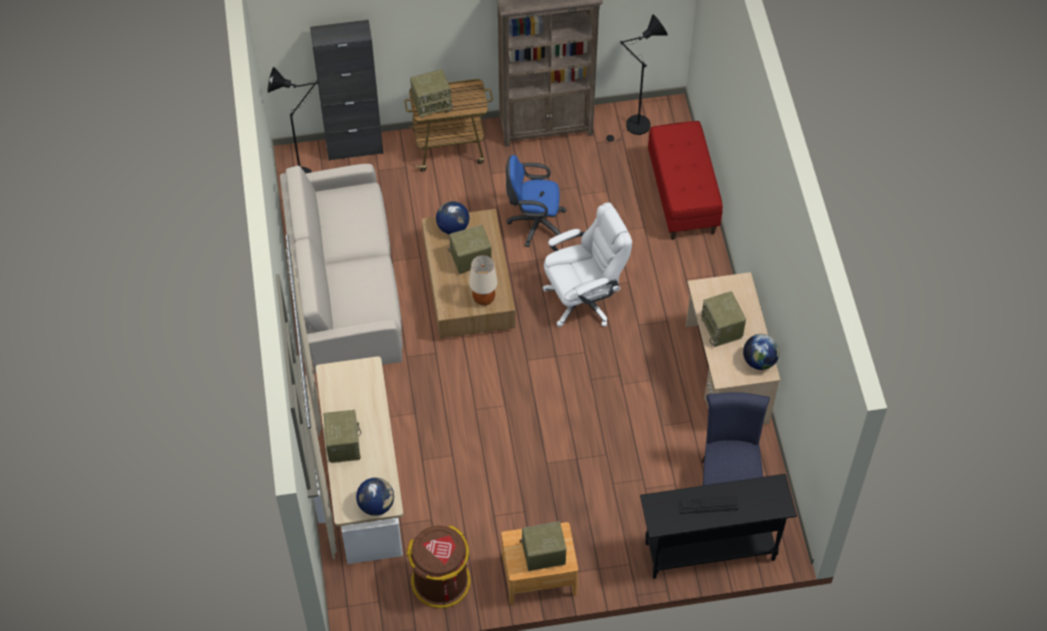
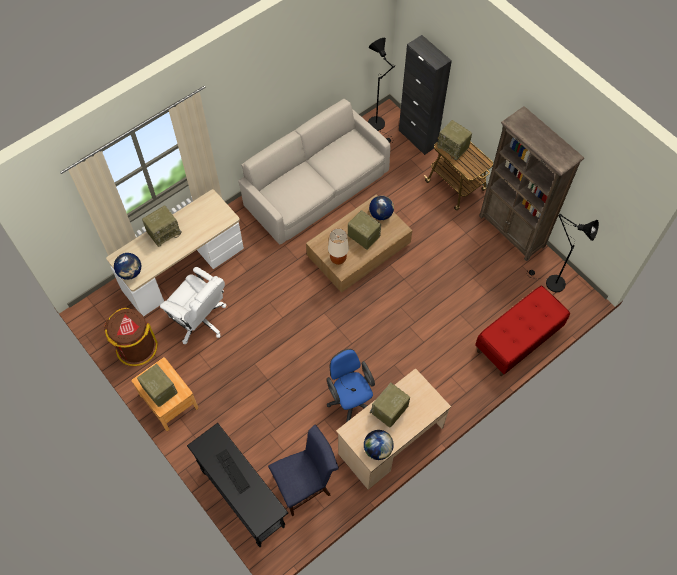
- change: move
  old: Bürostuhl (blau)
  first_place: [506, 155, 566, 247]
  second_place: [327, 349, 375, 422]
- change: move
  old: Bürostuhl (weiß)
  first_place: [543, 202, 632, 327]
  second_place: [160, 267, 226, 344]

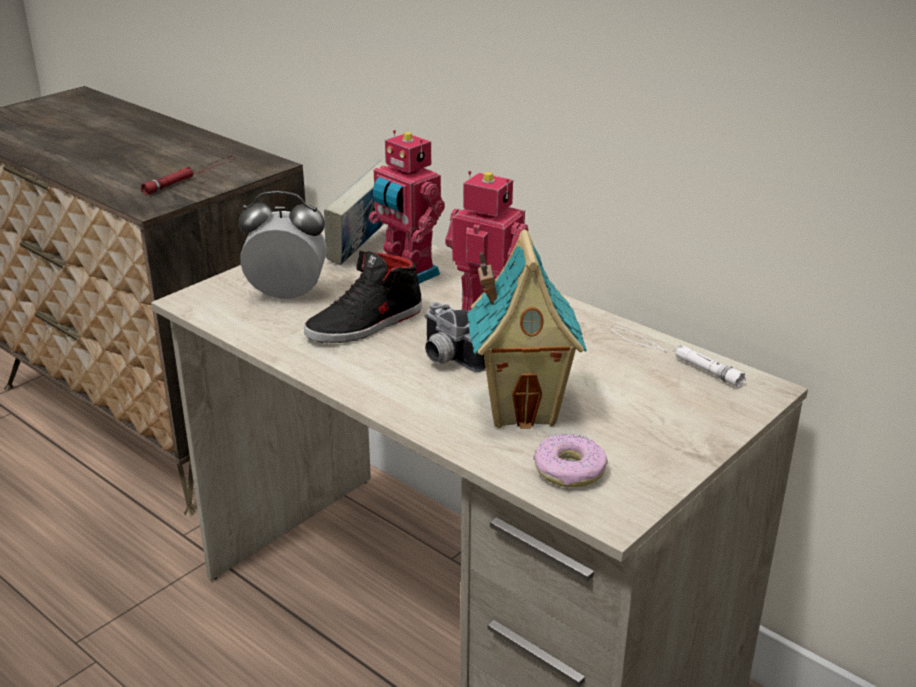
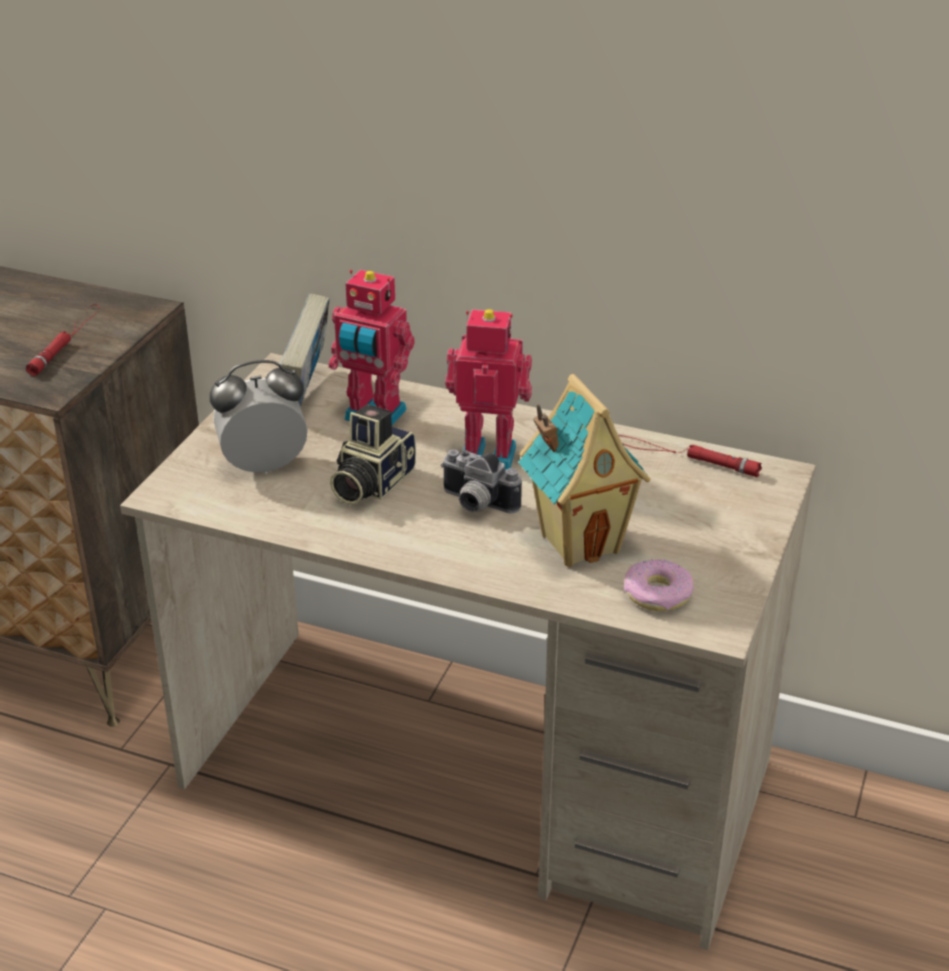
- change: replace
  old: Schuh (schwarz)
  new: Kamera
  first_place: [304, 251, 422, 343]
  second_place: [330, 404, 416, 505]
- change: recolor
  old: Taschenlampe (weiß)
  new: Taschenlampe (rot)
  first_place: [612, 326, 746, 388]
  second_place: [619, 435, 762, 477]

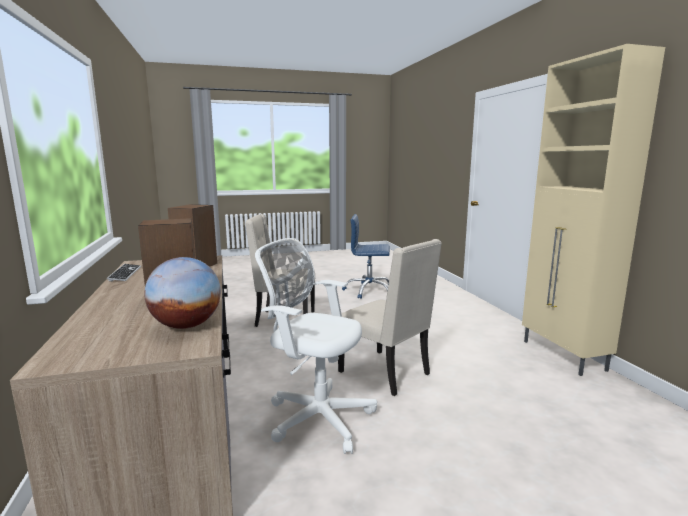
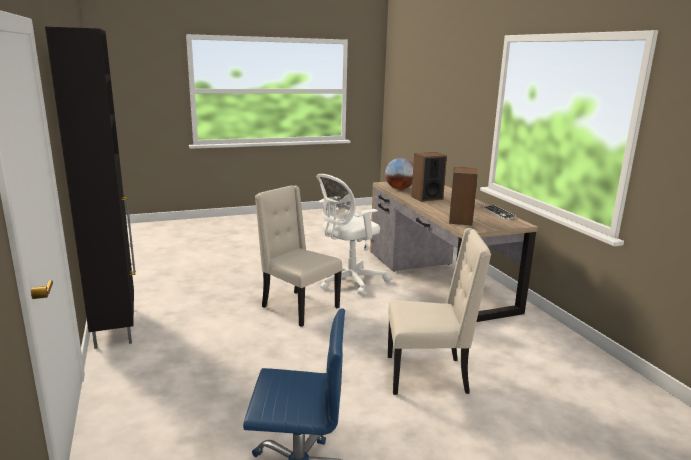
- change: recolor
  old: Schrank (beige)
  new: Schrank (schwarz)
  first_place: [522, 44, 665, 376]
  second_place: [45, 27, 136, 349]
- change: rotate
  old: Bürostuhl (weiß)
  first_place: [255, 238, 377, 454]
  second_place: [316, 174, 391, 295]
  degrees: 120

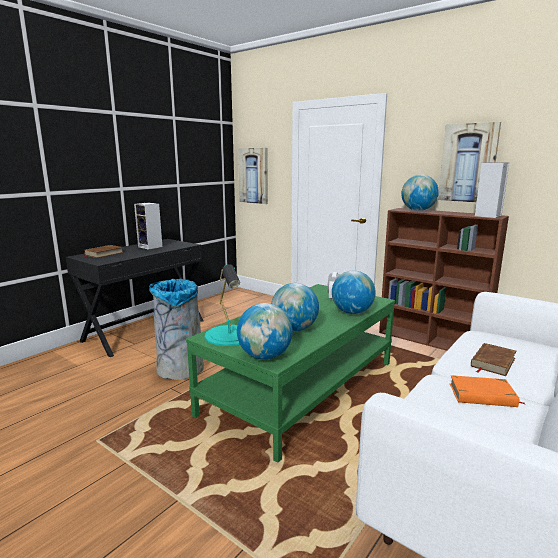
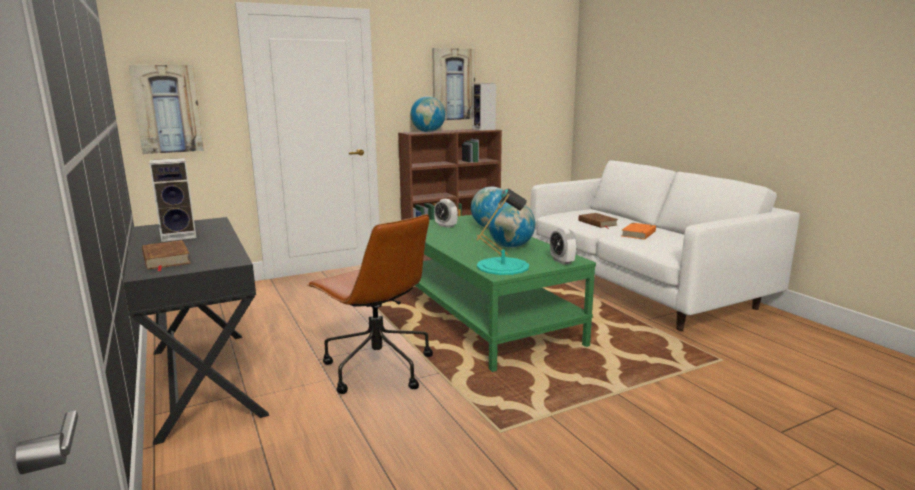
- change: replace
  old: Mülleimer (grau)
  new: Bürostuhl (braun)
  first_place: [149, 279, 204, 380]
  second_place: [307, 214, 433, 394]
- change: replace
  old: Globus
  new: Wecker
  first_place: [237, 303, 293, 360]
  second_place: [550, 227, 577, 265]

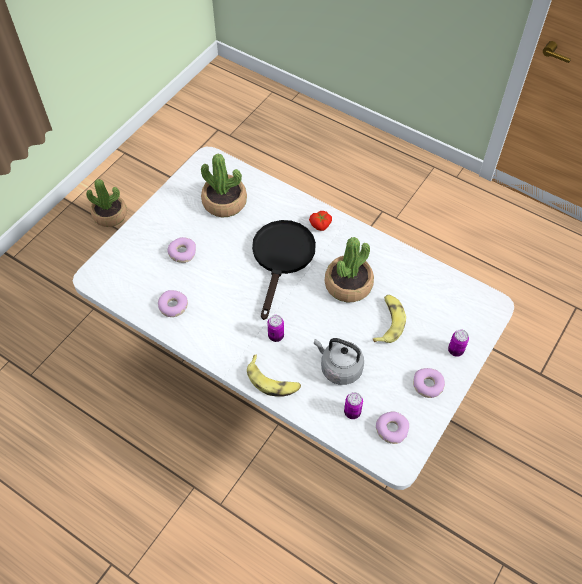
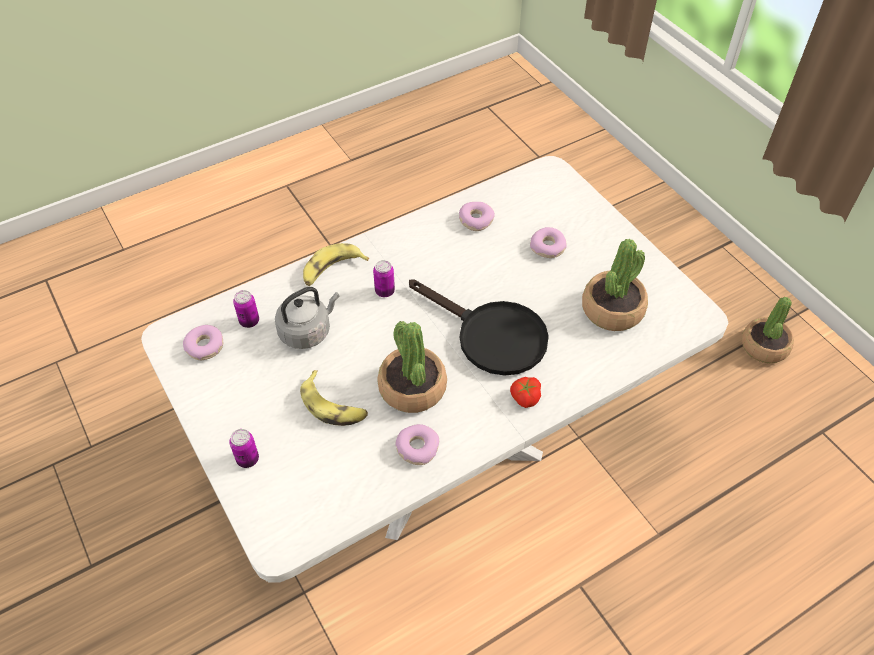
- change: move
  old: Donut
  first_place: [413, 368, 445, 398]
  second_place: [395, 424, 439, 465]

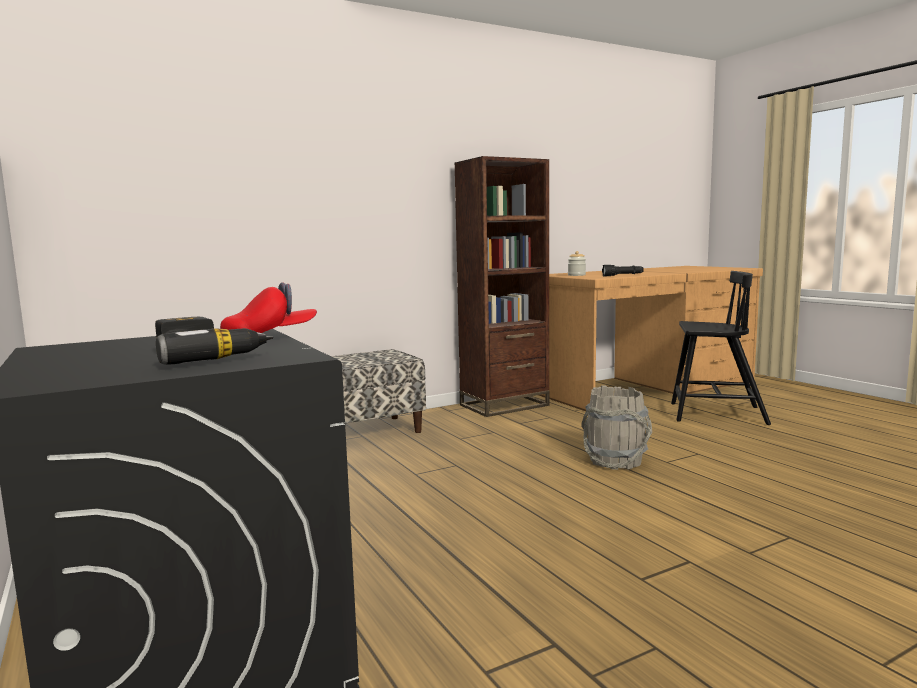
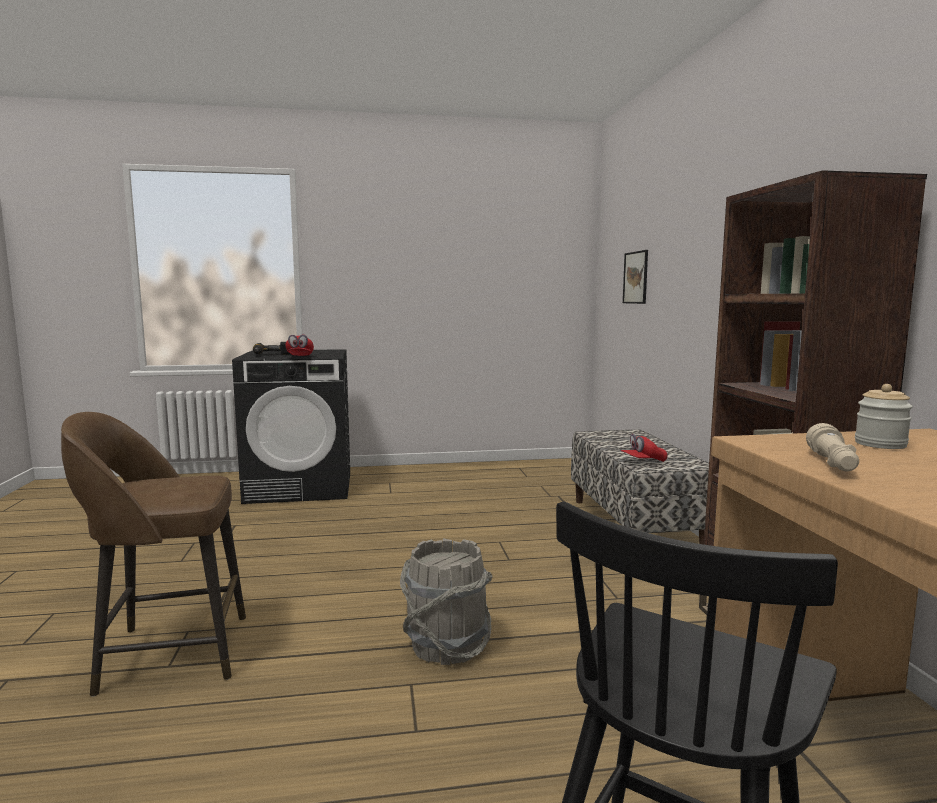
- change: recolor
  old: Taschenlampe (schwarz)
  new: Taschenlampe (beige)
  first_place: [602, 265, 644, 276]
  second_place: [806, 423, 859, 472]
- change: insert
  new: Bild
  second_place: [623, 250, 648, 304]
- change: insert
  new: Hocker (braun)
  second_place: [61, 412, 246, 697]
- change: insert
  new: Kappe (rot)
  second_place: [620, 434, 667, 462]

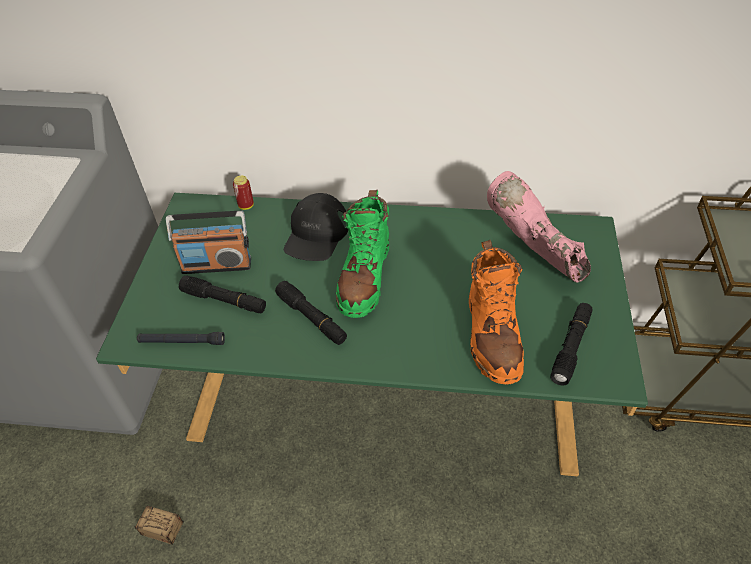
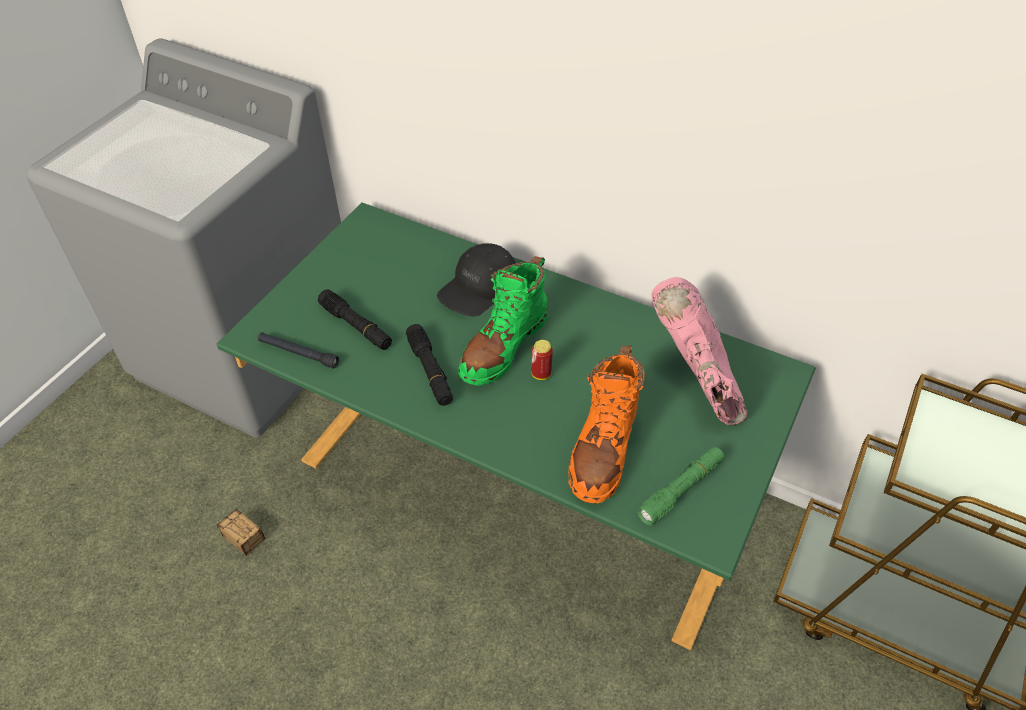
- change: move
  old: Dose
  first_place: [233, 176, 254, 210]
  second_place: [531, 340, 553, 380]
- change: delete
  old: Radio
  first_place: [166, 211, 251, 274]
- change: recolor
  old: Taschenlampe (schwarz)
  new: Taschenlampe (grün)
  first_place: [550, 303, 592, 386]
  second_place: [637, 447, 725, 525]

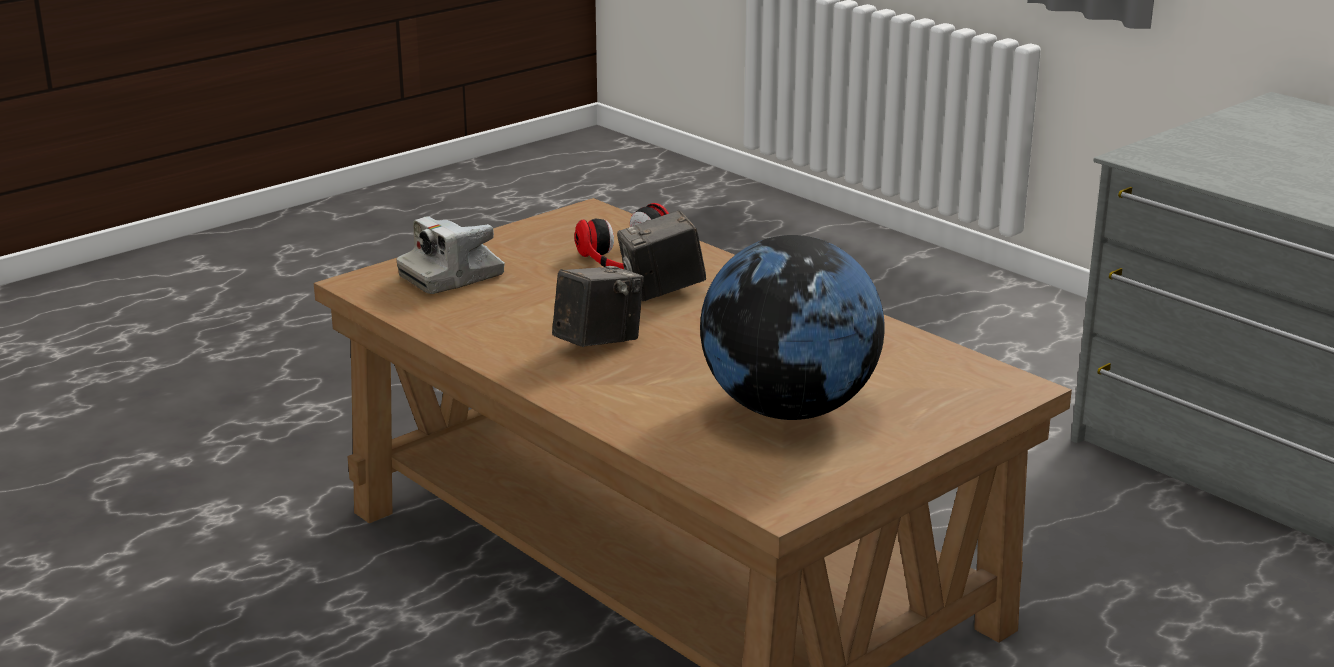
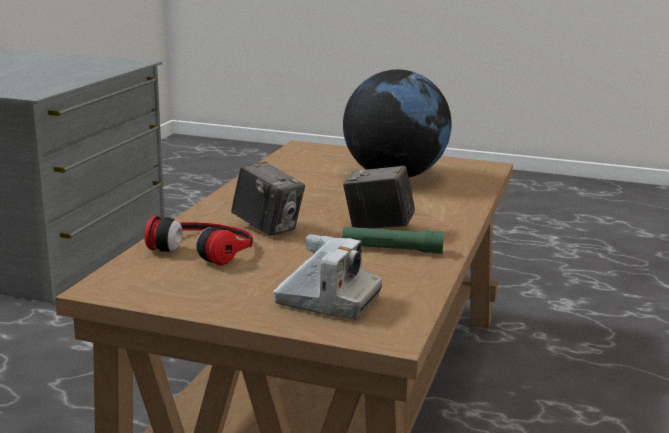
- change: insert
  new: Taschenlampe (grün)
  second_place: [342, 227, 444, 254]

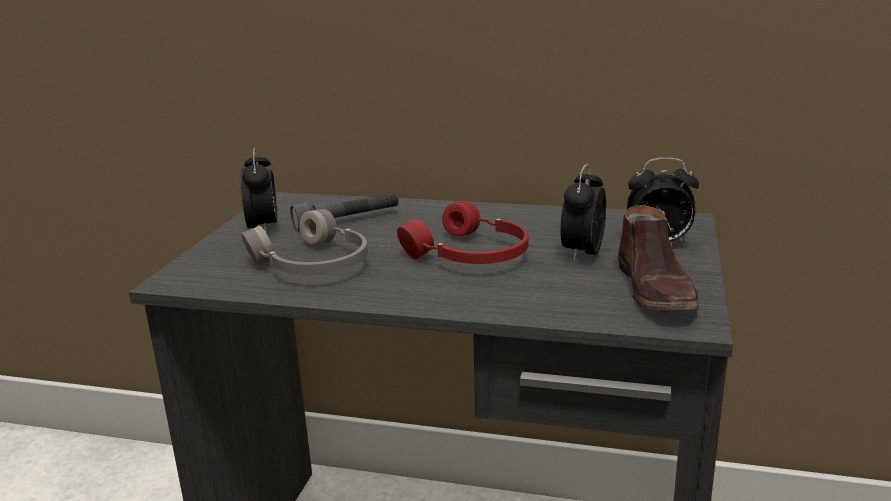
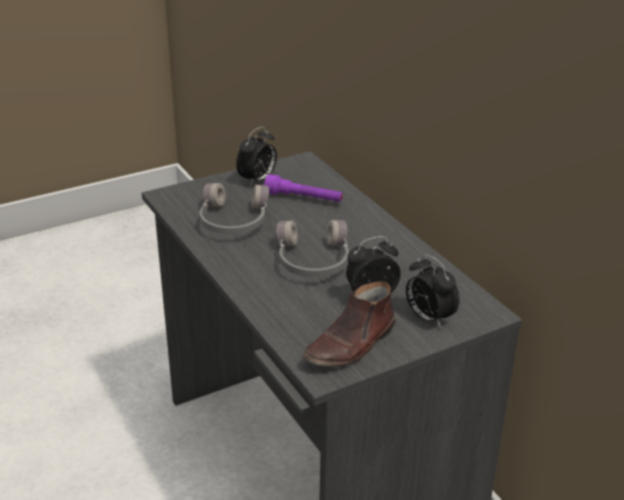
- change: recolor
  old: Taschenlampe (grau)
  new: Taschenlampe (lila)
  first_place: [291, 193, 398, 231]
  second_place: [264, 174, 343, 202]
- change: recolor
  old: Kopfhörer (rot)
  new: Kopfhörer (grau)
  first_place: [397, 201, 529, 264]
  second_place: [277, 220, 349, 277]

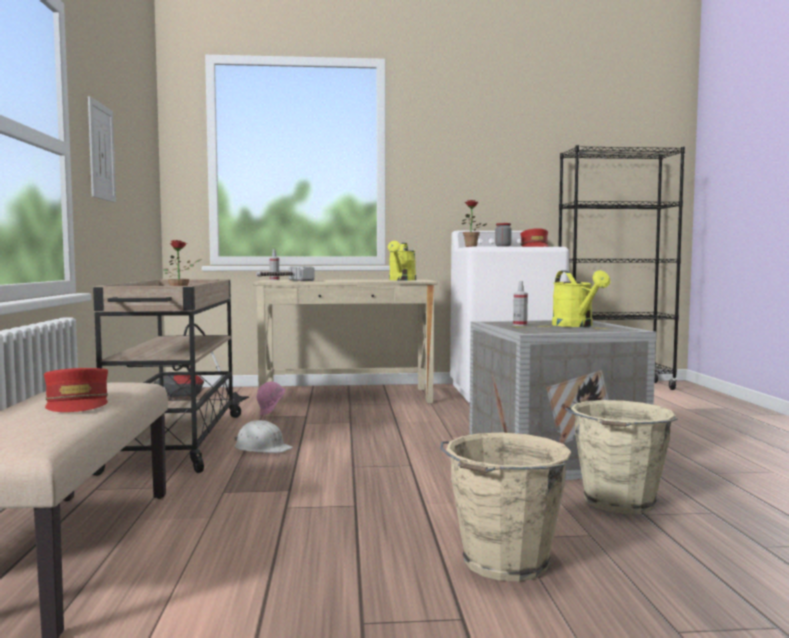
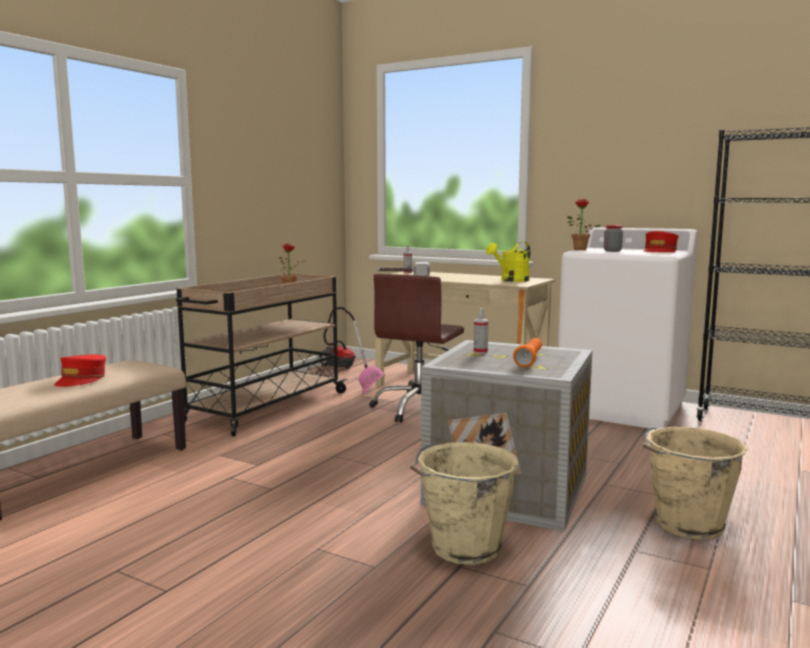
- change: delete
  old: Bild
  first_place: [88, 96, 116, 202]
- change: replace
  old: Gießkanne (gelb)
  new: Taschenlampe (orange)
  first_place: [552, 270, 610, 327]
  second_place: [513, 338, 542, 367]
- change: delete
  old: Schutzhelm (weiß)
  first_place: [234, 420, 293, 453]
- change: move
  old: Eimer (beige)
  first_place: [440, 432, 571, 581]
  second_place: [643, 427, 748, 540]
- change: insert
  new: Bürostuhl (braun)
  second_place: [369, 274, 464, 423]

